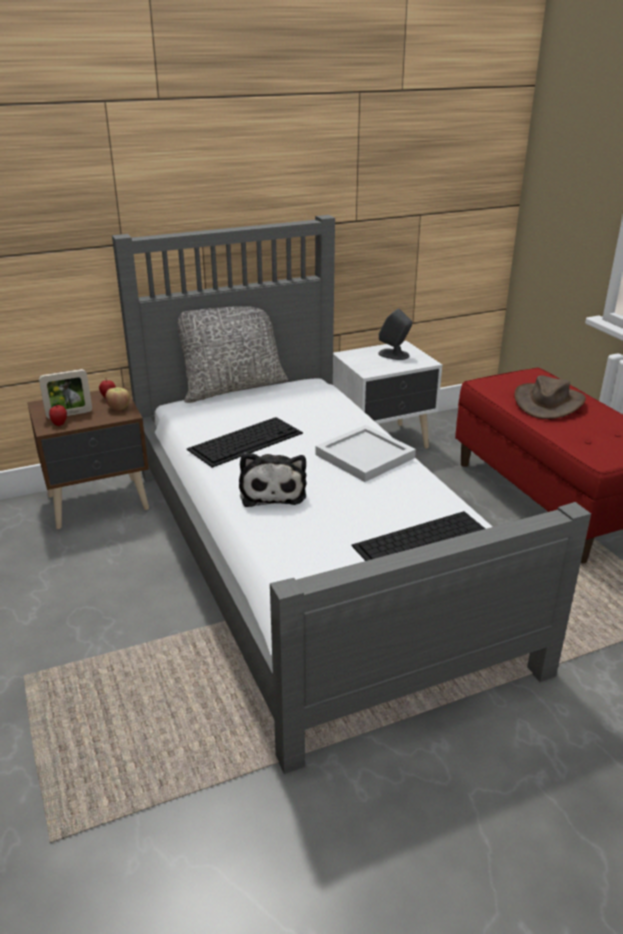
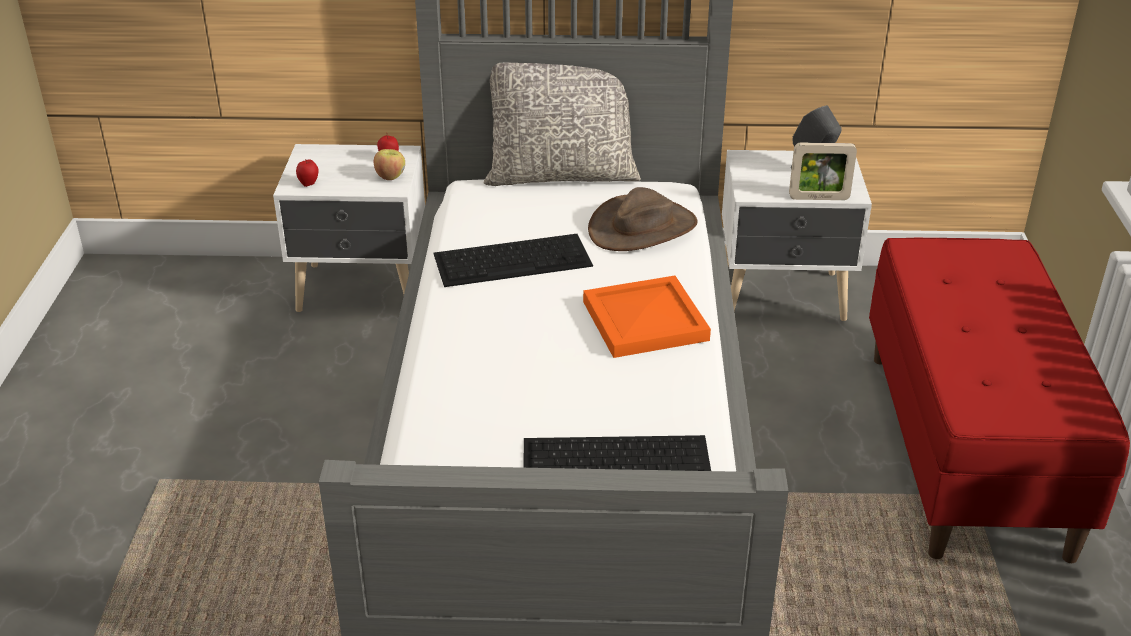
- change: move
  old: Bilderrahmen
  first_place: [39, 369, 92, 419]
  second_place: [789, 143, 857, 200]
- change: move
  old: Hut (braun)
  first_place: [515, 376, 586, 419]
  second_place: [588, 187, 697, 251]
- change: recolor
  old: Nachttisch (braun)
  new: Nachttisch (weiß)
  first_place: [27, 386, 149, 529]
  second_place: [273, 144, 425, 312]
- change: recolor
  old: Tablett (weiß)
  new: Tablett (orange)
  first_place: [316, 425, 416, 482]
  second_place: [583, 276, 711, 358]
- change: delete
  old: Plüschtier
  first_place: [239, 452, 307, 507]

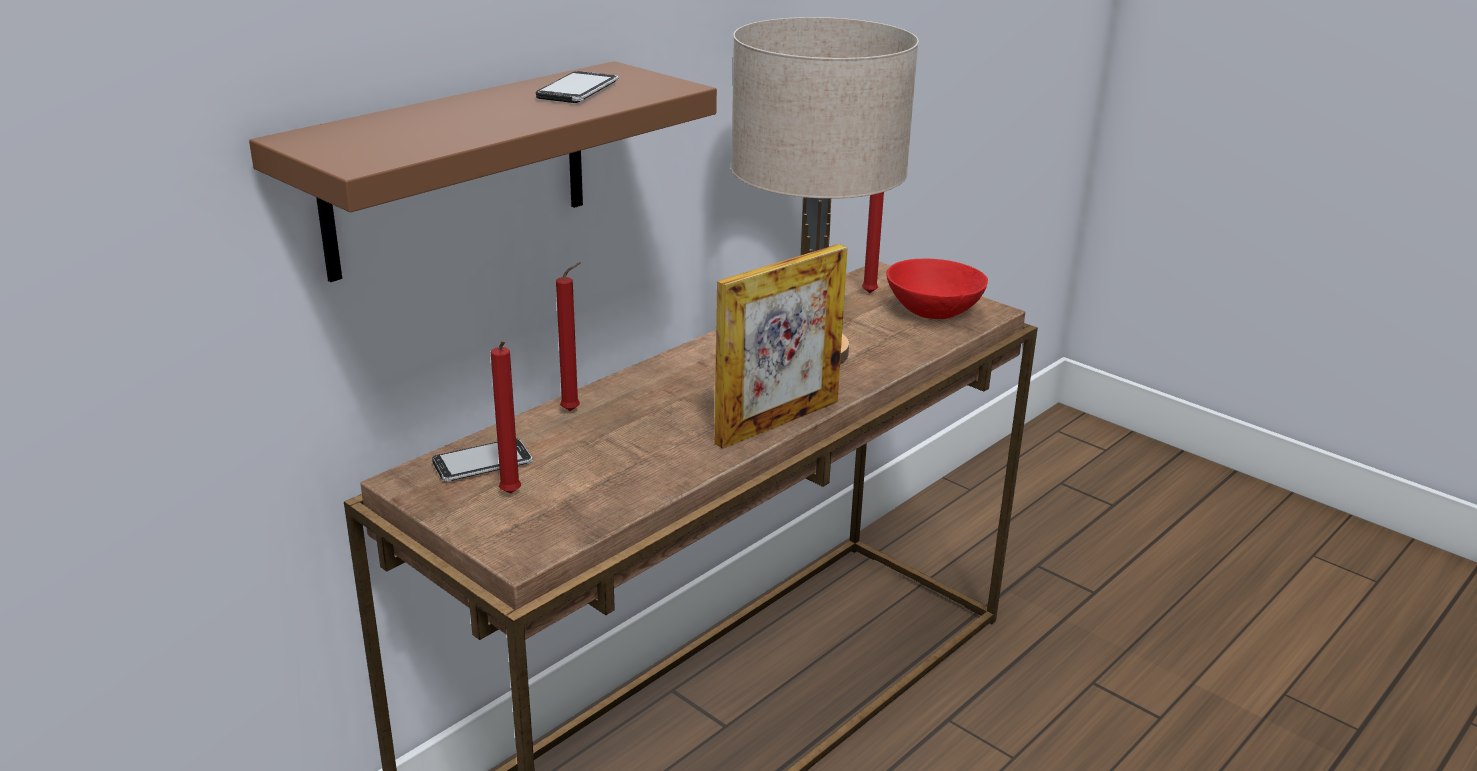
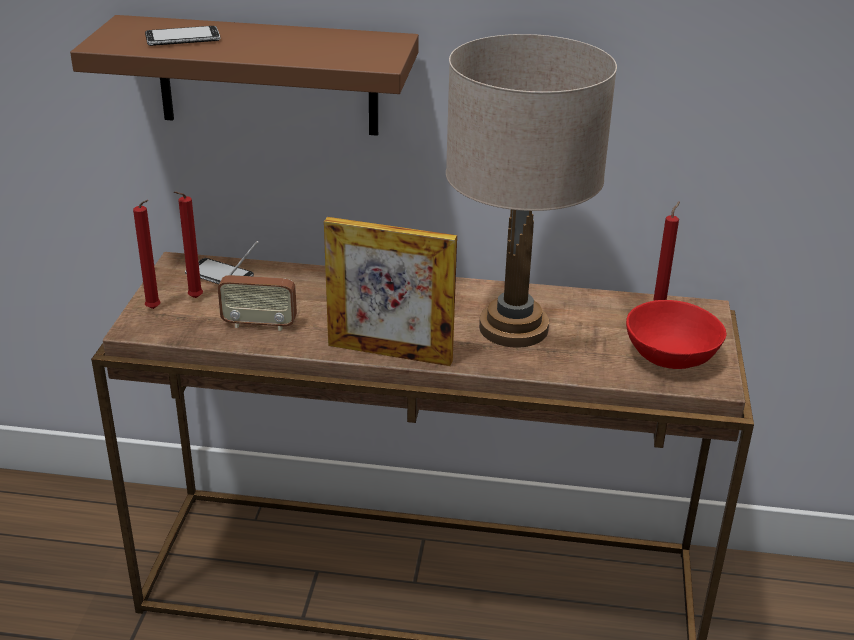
- change: move
  old: Handy
  first_place: [536, 71, 618, 103]
  second_place: [145, 26, 221, 46]
- change: move
  old: Kerze (rot)
  first_place: [556, 262, 580, 411]
  second_place: [133, 200, 160, 309]
- change: insert
  new: Radio
  second_place: [218, 241, 297, 331]

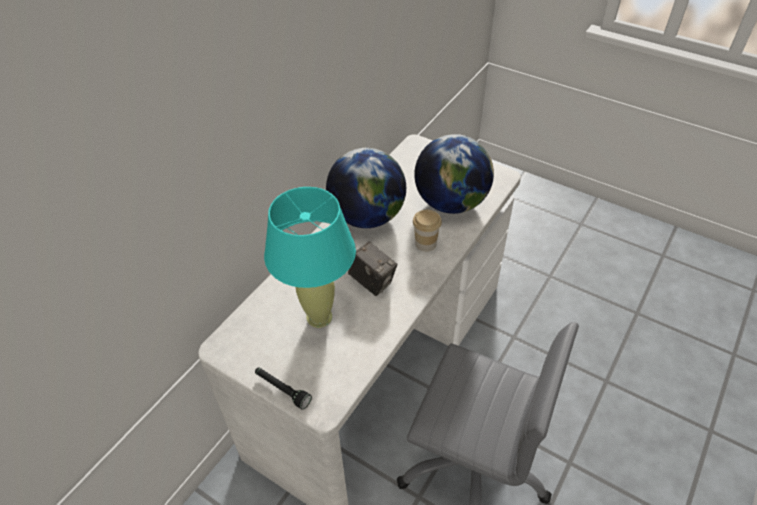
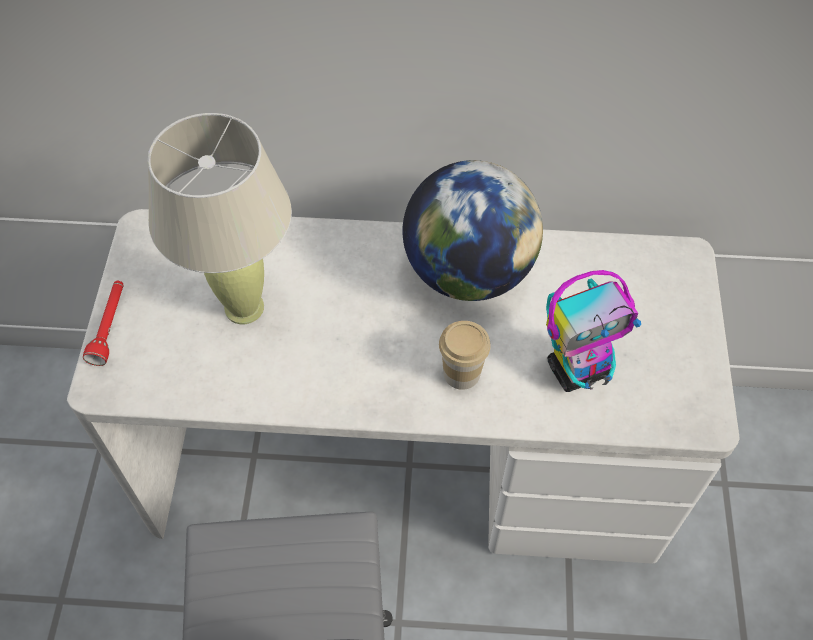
- change: replace
  old: Globus
  new: Spielzeugroboter
  first_place: [414, 134, 494, 214]
  second_place: [546, 270, 641, 392]
- change: recolor
  old: Tischlampe (türkis)
  new: Tischlampe (beige)
  first_place: [264, 187, 356, 328]
  second_place: [148, 113, 292, 324]
- change: delete
  old: Kamera
  first_place: [348, 242, 398, 296]
- change: recolor
  old: Taschenlampe (schwarz)
  new: Taschenlampe (rot)
  first_place: [255, 368, 312, 410]
  second_place: [83, 281, 123, 366]

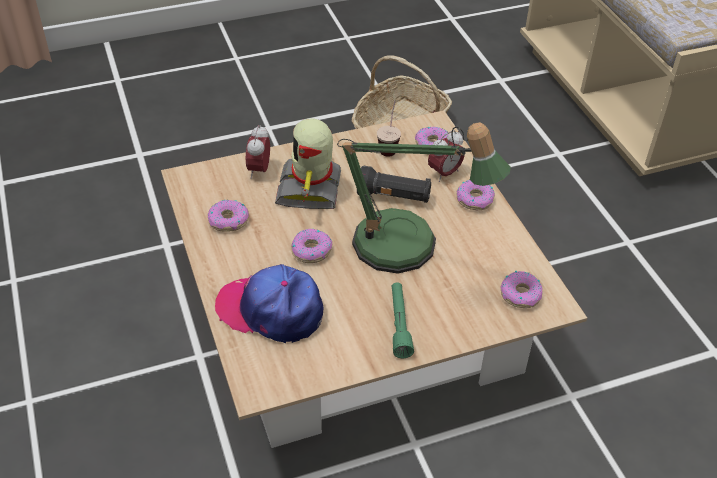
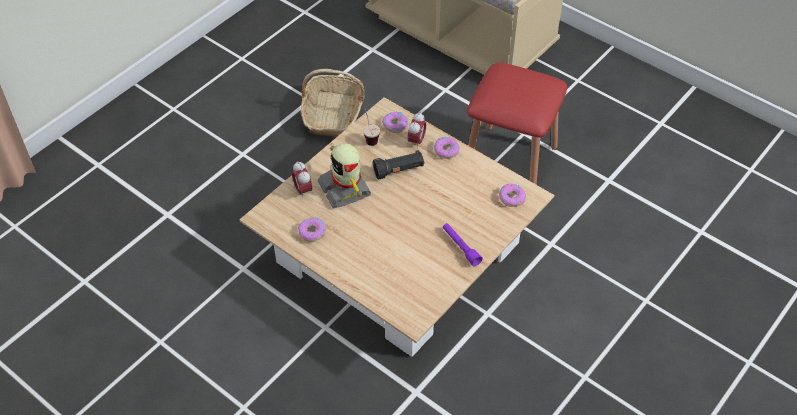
- change: delete
  old: Tischlampe
  first_place: [337, 122, 511, 274]
- change: delete
  old: Donut
  first_place: [291, 229, 332, 263]
- change: delete
  old: Kappe
  first_place: [215, 264, 323, 343]
- change: recolor
  old: Taschenlampe (grün)
  new: Taschenlampe (lila)
  first_place: [392, 282, 414, 358]
  second_place: [443, 223, 483, 267]
- change: insert
  new: Hocker (rot)
  second_place: [467, 62, 567, 185]

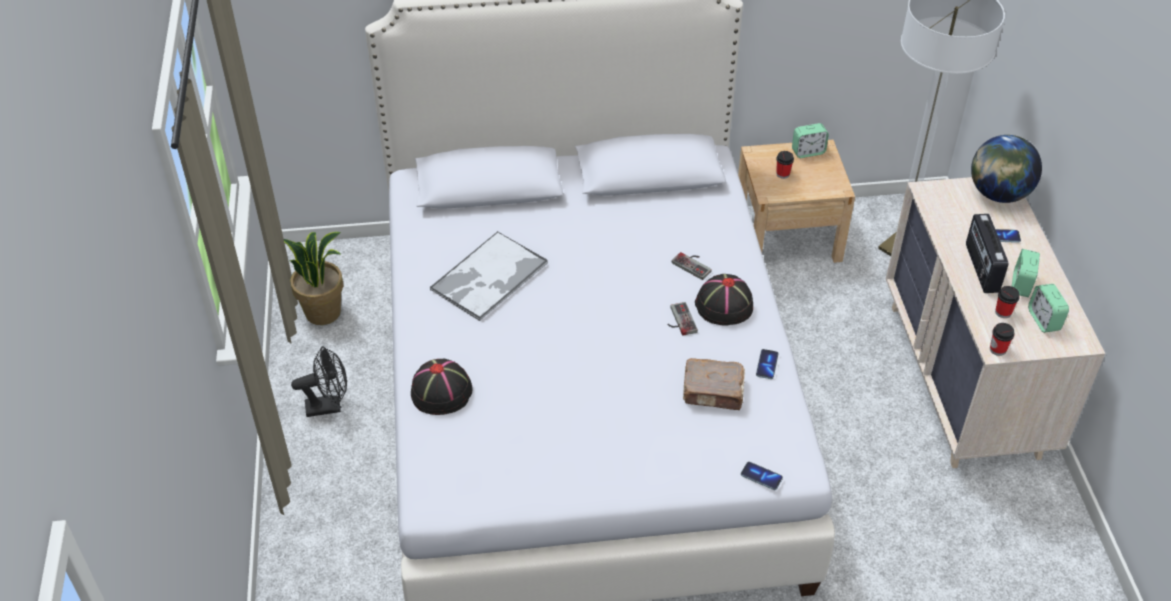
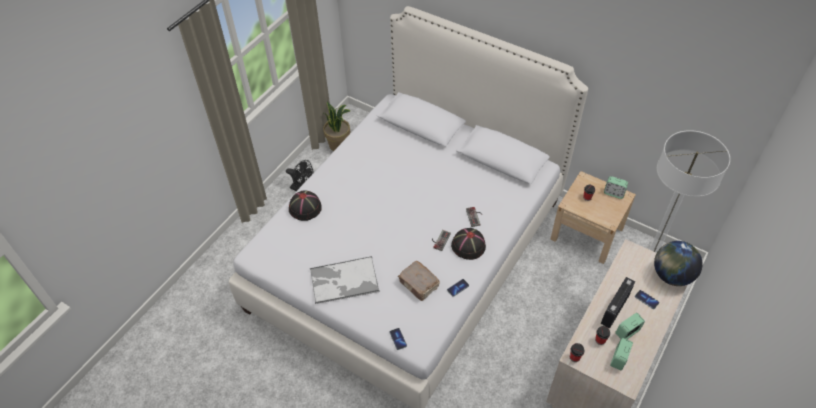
- change: move
  old: Tablett
  first_place: [430, 231, 548, 321]
  second_place: [310, 256, 380, 304]

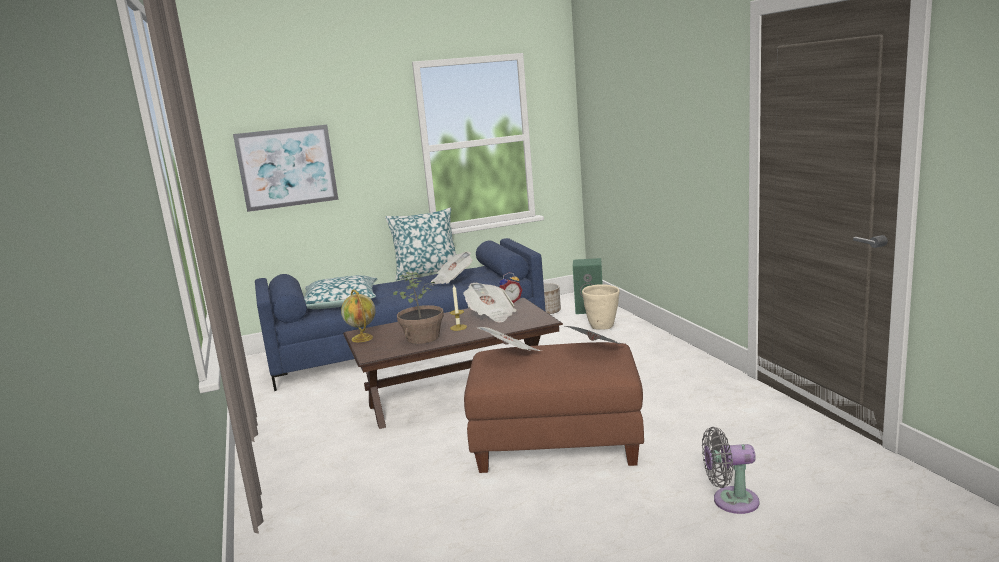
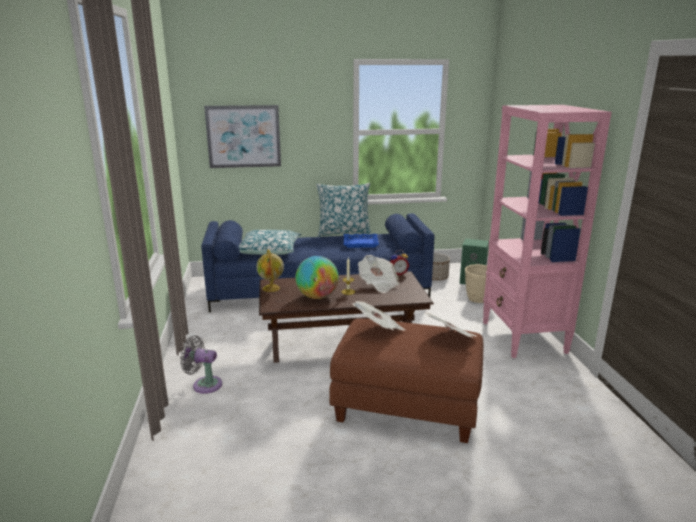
- change: replace
  old: Zeitung
  new: Tablett (blau)
  first_place: [431, 252, 472, 284]
  second_place: [343, 234, 379, 248]
- change: replace
  old: Topfpflanze
  new: Globus
  first_place: [393, 272, 444, 344]
  second_place: [296, 256, 339, 299]
- change: move
  old: Ventilator (grau)
  first_place: [702, 427, 760, 514]
  second_place: [180, 336, 222, 394]
- change: insert
  new: Bücherregal (rosa)
  second_place: [483, 105, 612, 358]

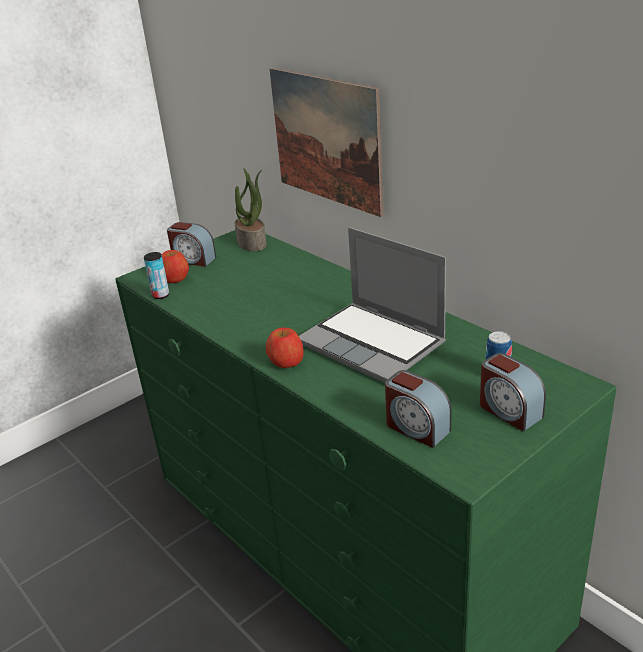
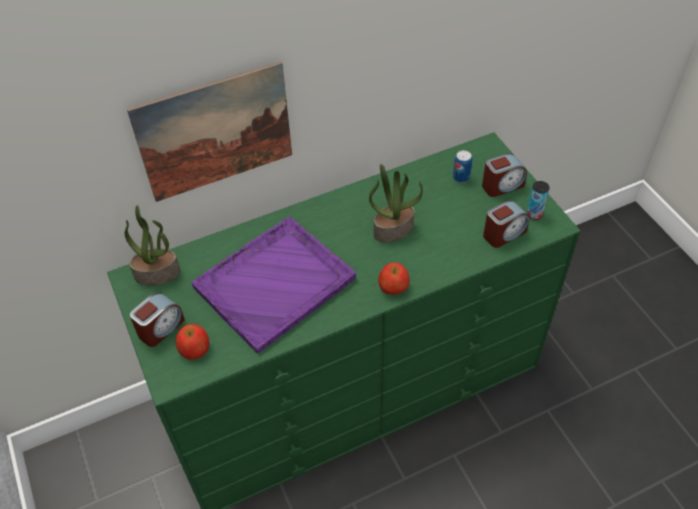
- change: replace
  old: Laptop
  new: Topfpflanze
  first_place: [299, 227, 446, 383]
  second_place: [369, 164, 423, 243]
- change: move
  old: Dose
  first_place: [144, 252, 169, 299]
  second_place: [527, 181, 550, 220]
- change: insert
  new: Tablett (lila)
  second_place: [192, 216, 356, 353]

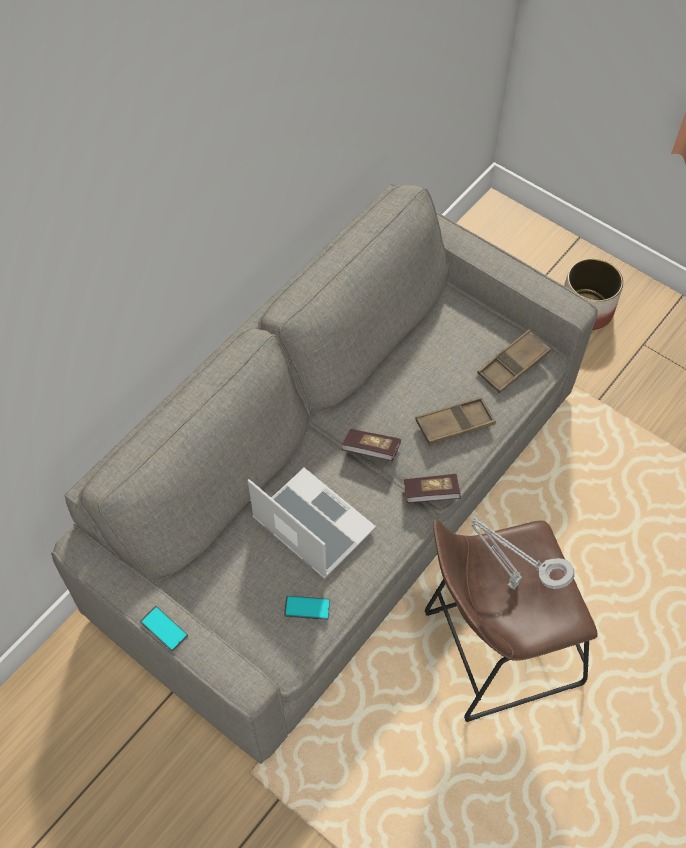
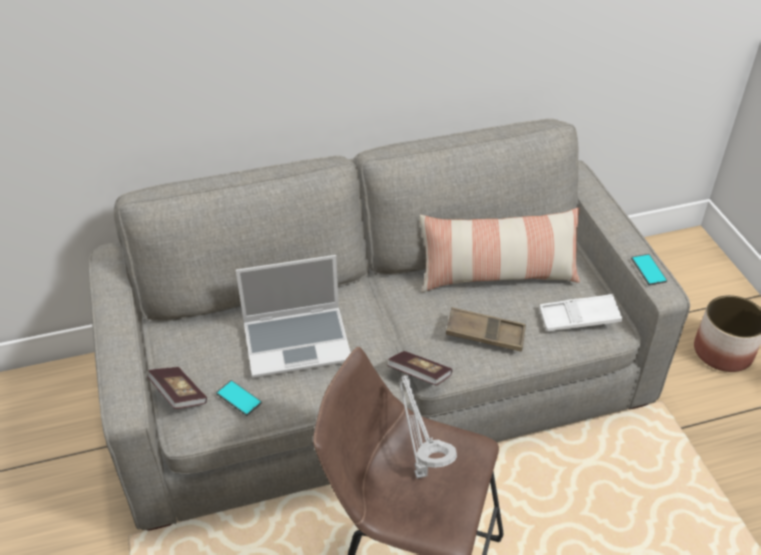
- change: recolor
  old: Tablett (braun)
  new: Tablett (weiß)
  first_place: [477, 329, 551, 393]
  second_place: [539, 294, 622, 332]
- change: move
  old: Buch
  first_place: [342, 429, 401, 461]
  second_place: [147, 367, 207, 409]
- change: rotate
  old: Laptop
  first_place: [248, 468, 376, 579]
  second_place: [236, 255, 351, 378]
  degrees: 90
- change: move
  old: Handy
  first_place: [140, 606, 188, 651]
  second_place: [631, 254, 667, 285]
- change: insert
  new: Kissen
  second_place: [419, 207, 580, 292]

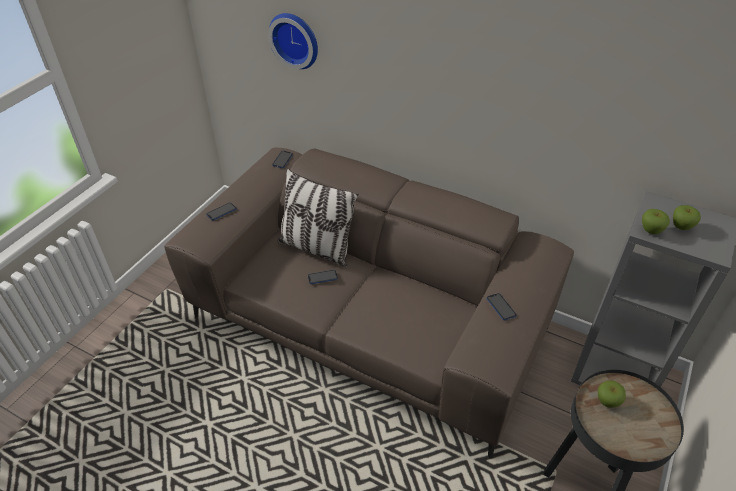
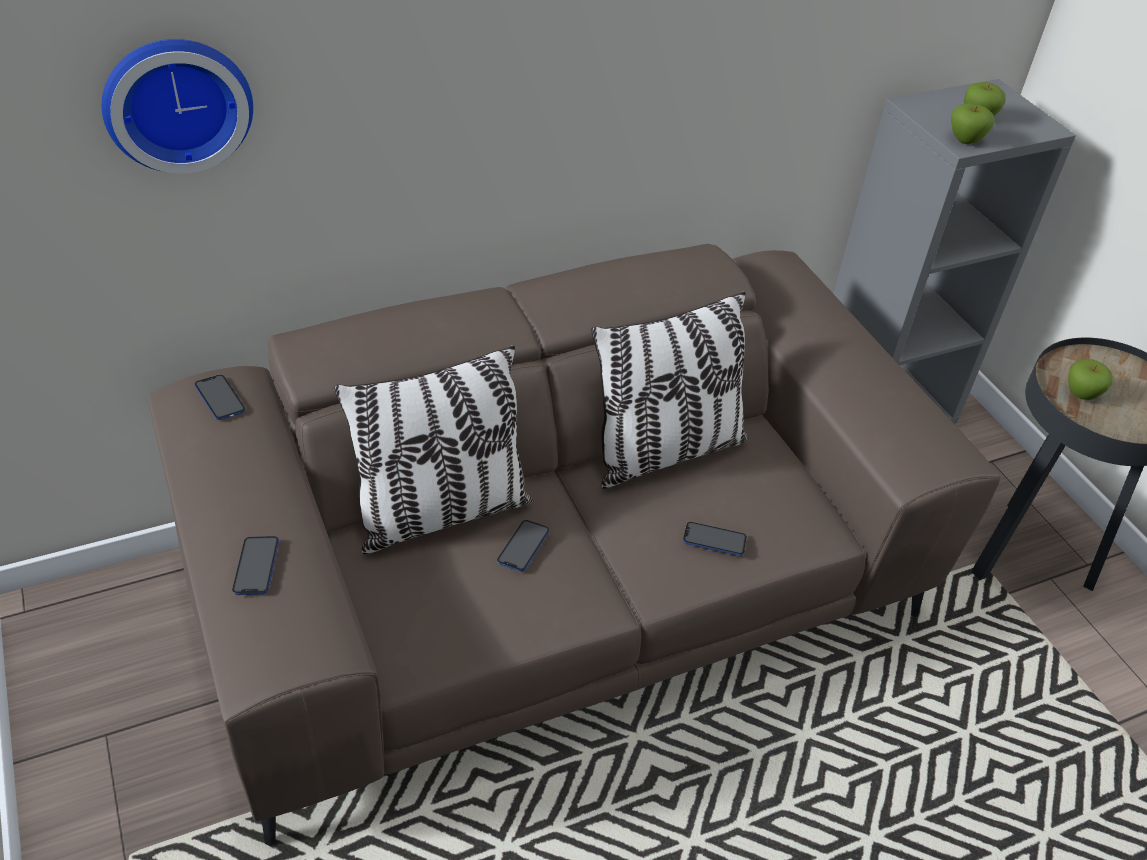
- change: move
  old: Handy
  first_place: [487, 293, 517, 320]
  second_place: [683, 522, 747, 556]
- change: insert
  new: Kissen
  second_place: [591, 291, 749, 488]

